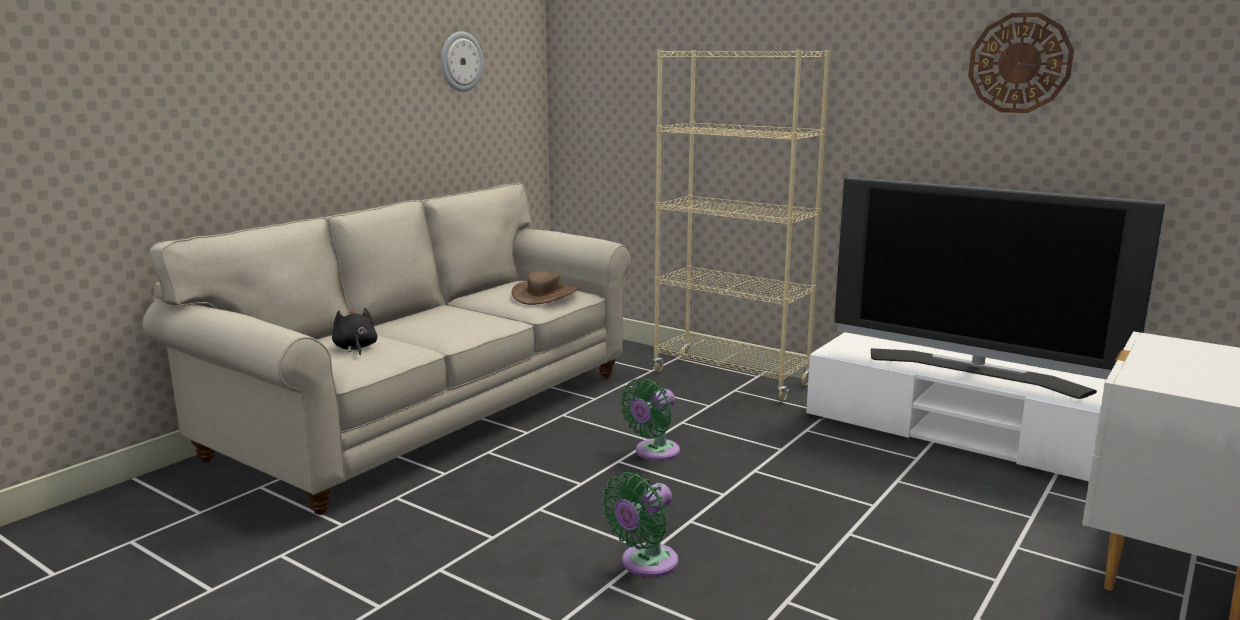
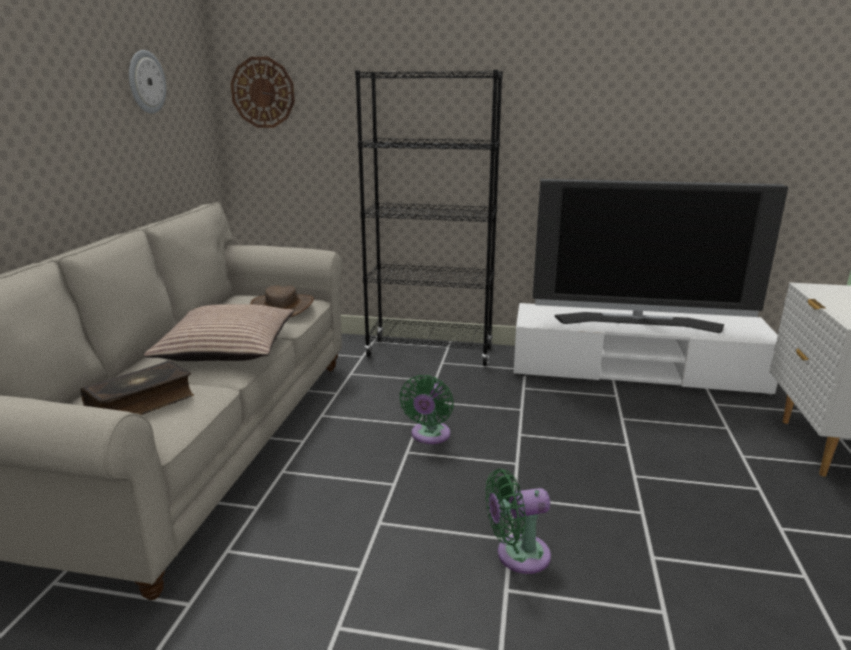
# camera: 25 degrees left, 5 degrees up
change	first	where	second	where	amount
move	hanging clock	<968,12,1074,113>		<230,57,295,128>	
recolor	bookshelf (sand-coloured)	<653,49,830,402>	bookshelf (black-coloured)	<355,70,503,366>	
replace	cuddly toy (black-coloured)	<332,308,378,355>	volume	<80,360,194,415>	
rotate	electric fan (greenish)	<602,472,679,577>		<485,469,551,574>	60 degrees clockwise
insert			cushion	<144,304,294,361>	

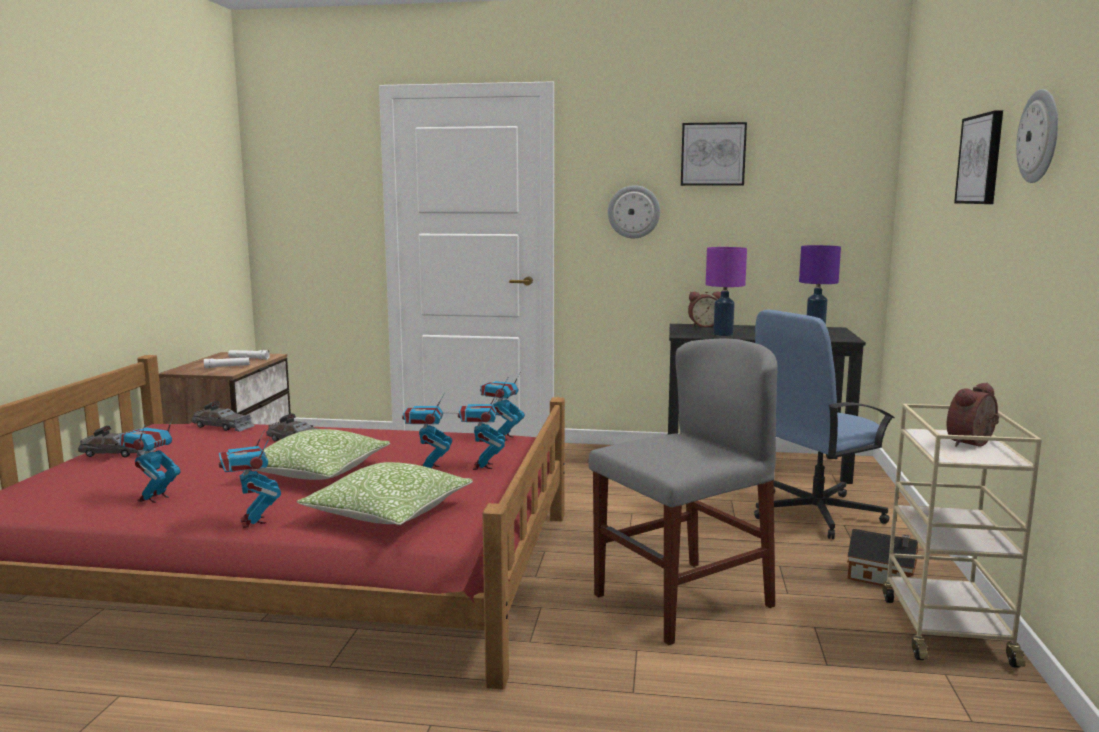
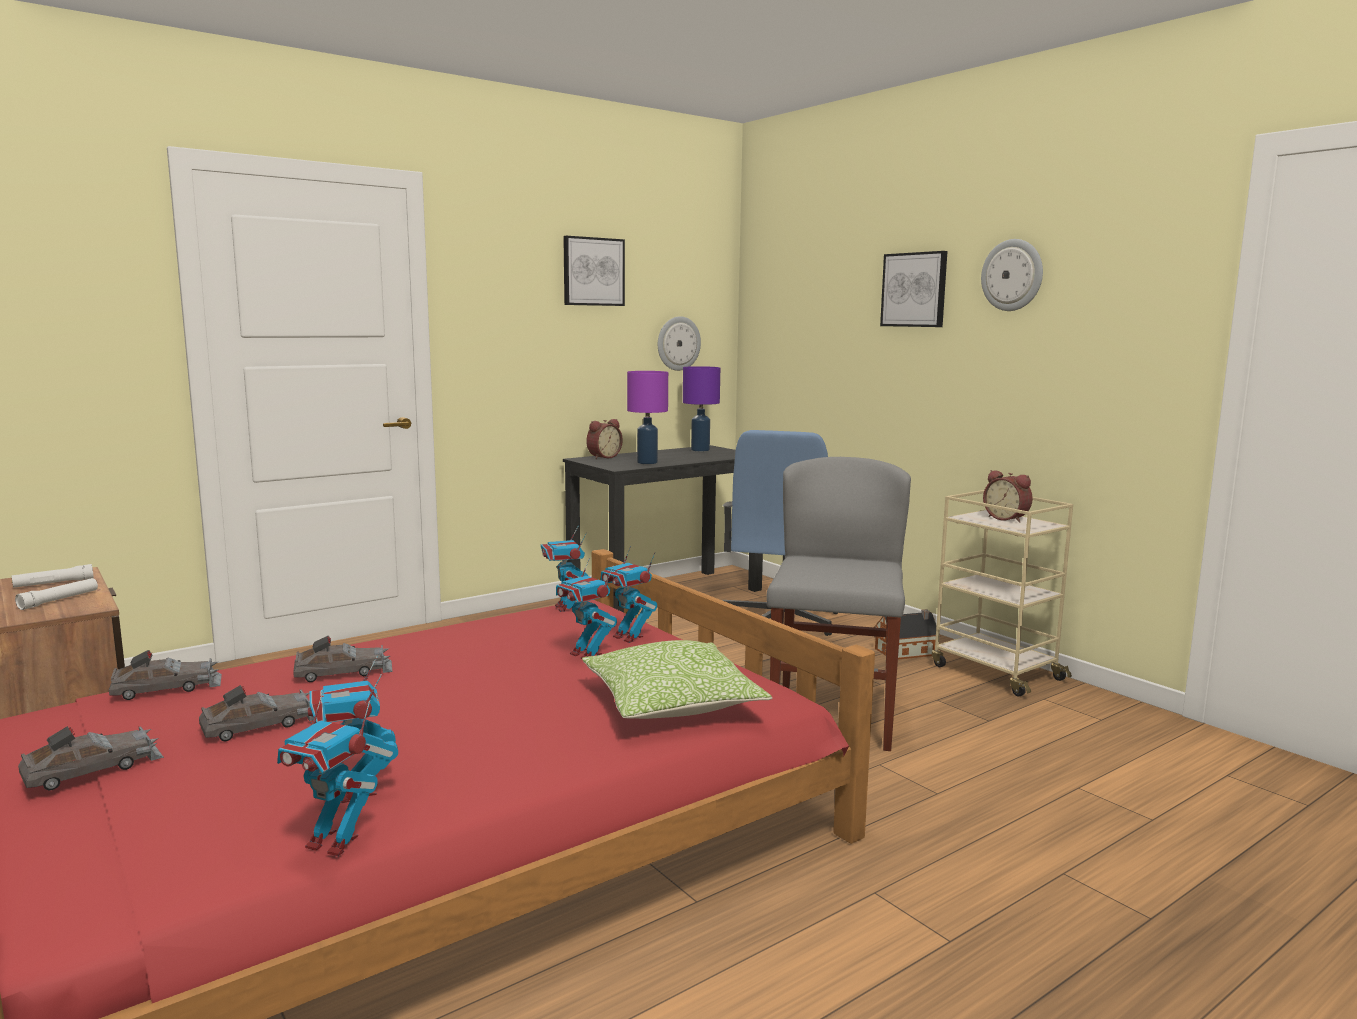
# camera: 45 degrees left, 0 degrees up
change	first	where	second	where	amount
move	hanging clock	<608,185,660,238>		<658,316,701,371>	
rotate	table clock	<947,382,999,447>		<983,470,1033,523>	45 degrees counterclockwise
move	robot figure	<219,429,281,528>		<277,692,378,856>	
delete	cushion	<253,429,390,480>			
insert			toy car (gray)	<199,685,314,741>	

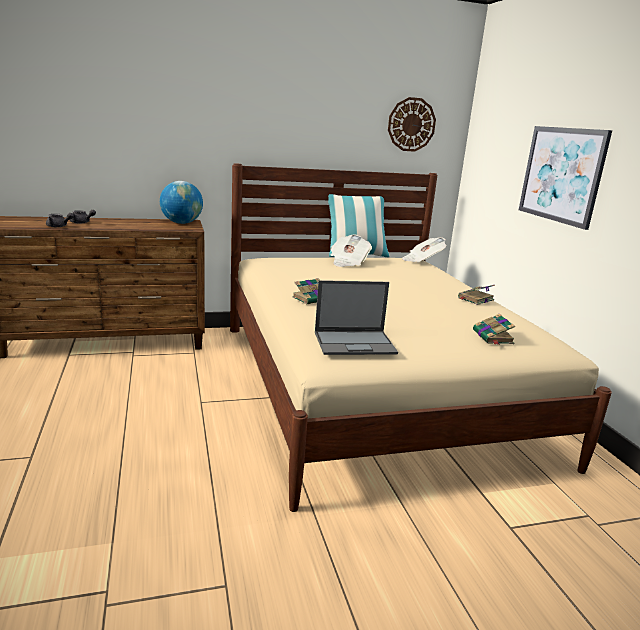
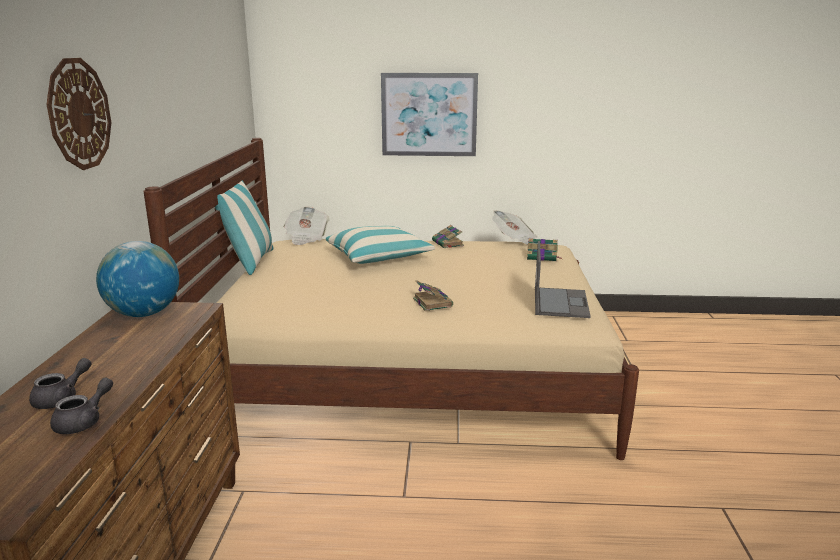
# camera: 70 degrees left, 0 degrees up
change	first	where	second	where	amount
move	hanging clock	<388,97,436,152>		<47,58,111,170>	
move	printed paper	<331,234,372,267>		<492,210,537,245>	
insert			cushion	<326,226,435,264>	

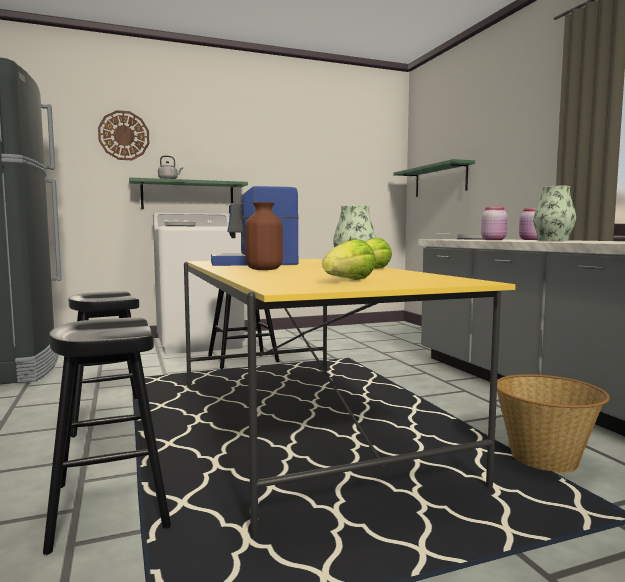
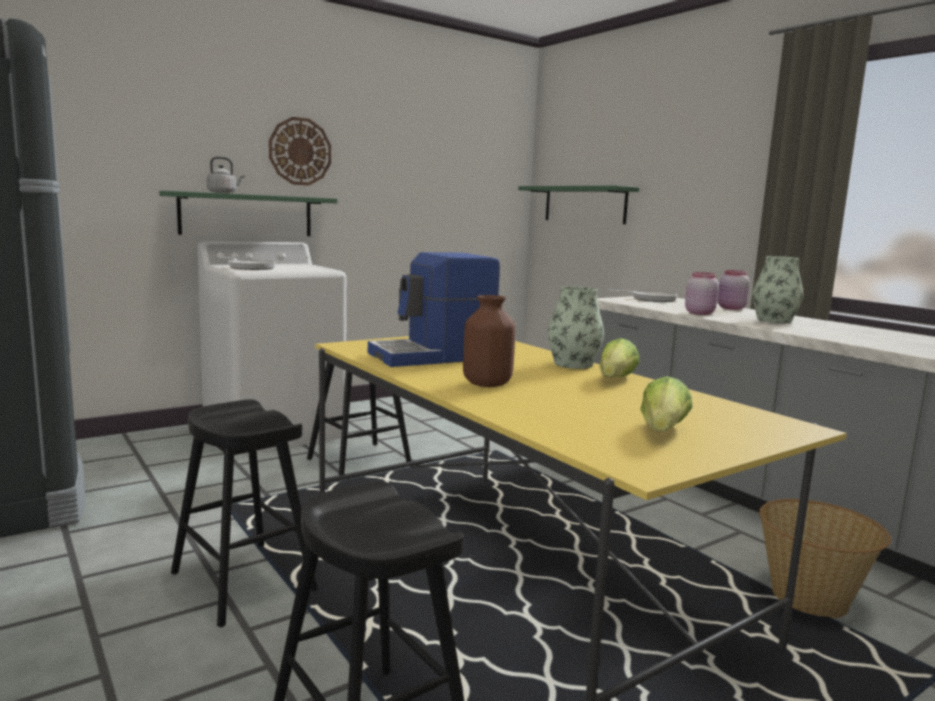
# camera: 15 degrees left, 5 degrees up
change	first	where	second	where	amount
move	hanging clock	<98,110,149,160>		<269,117,331,185>	

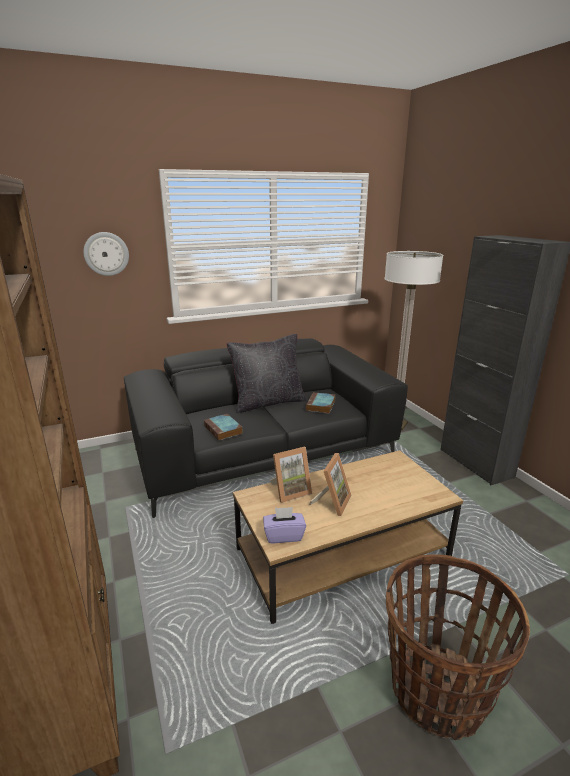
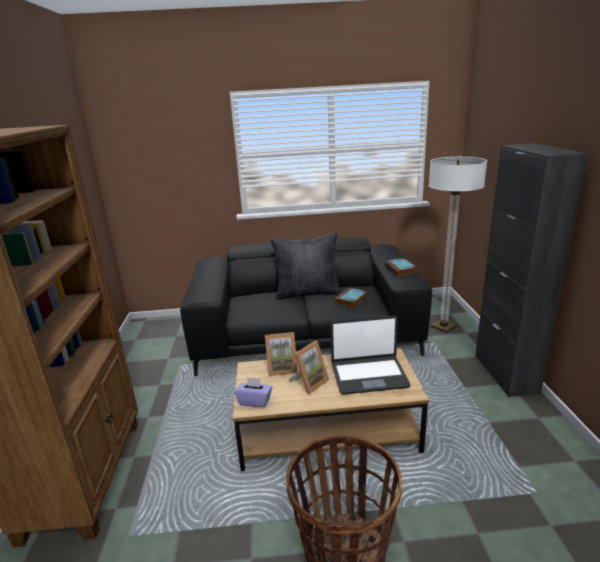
# camera: 20 degrees right, 0 degrees up
change	first	where	second	where	amount
delete	hanging clock	<83,232,129,276>			
move	volume	<204,414,243,441>		<385,258,417,276>	
insert			portable computer	<331,316,411,395>	

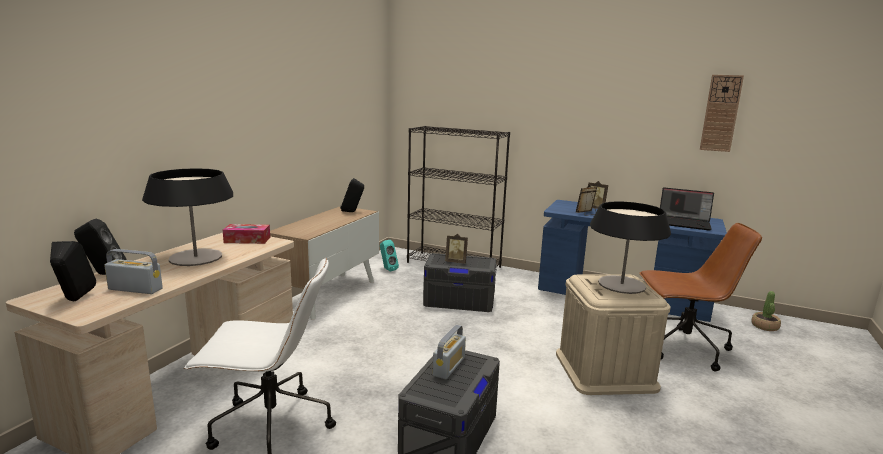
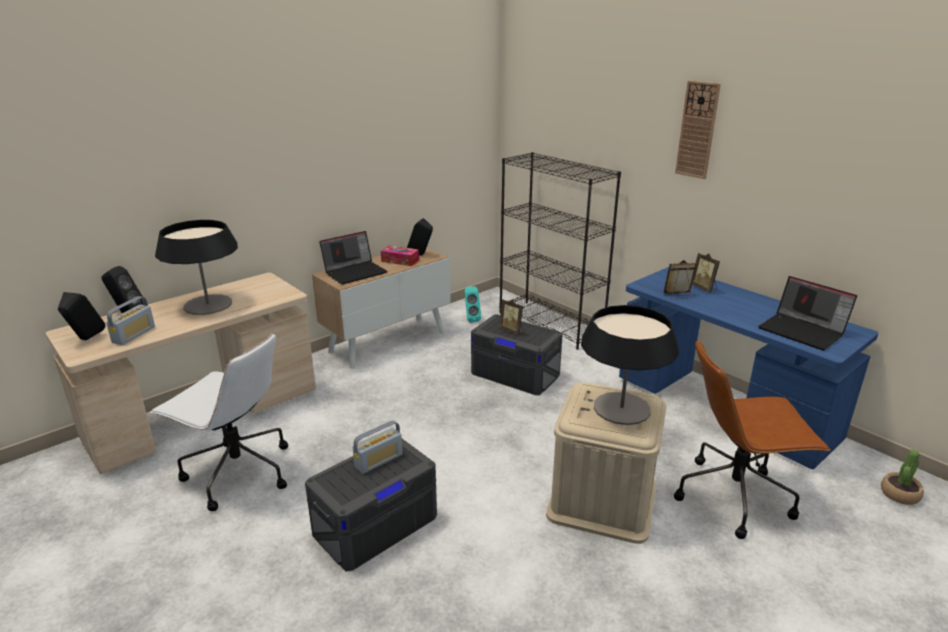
# camera: 25 degrees right, 10 degrees up
change	first	where	second	where	amount
move	hanging clock	<700,75,744,152>		<675,81,721,179>	
rotate	office chair (brown)	<640,223,762,371>		<674,340,831,539>	150 degrees clockwise
move	tissue holder	<223,224,270,244>		<381,245,419,266>	
rotate	radio	<104,249,163,294>		<106,296,155,345>	75 degrees clockwise
insert			portable computer	<319,231,387,284>	

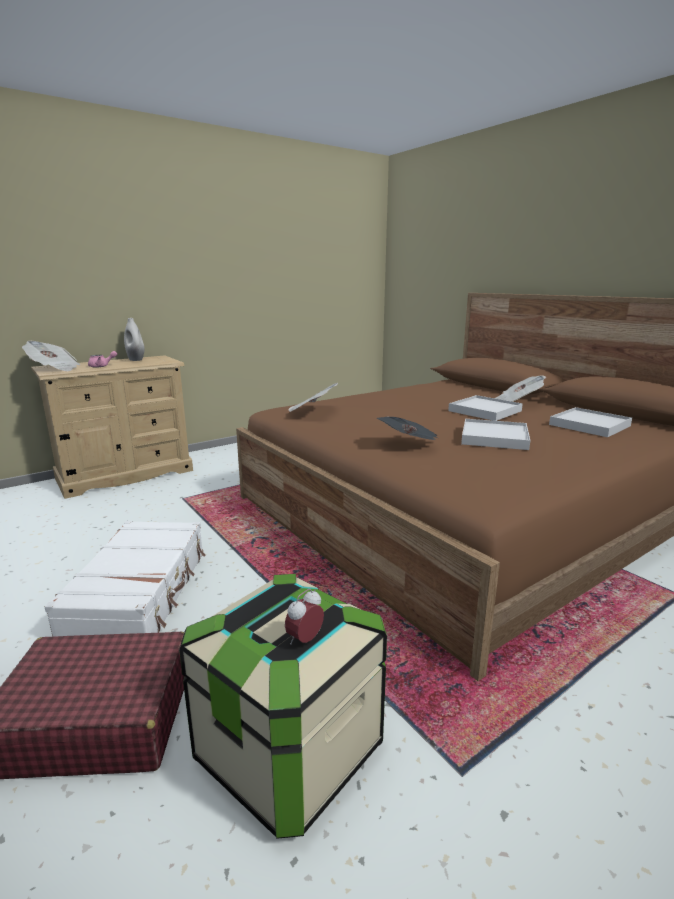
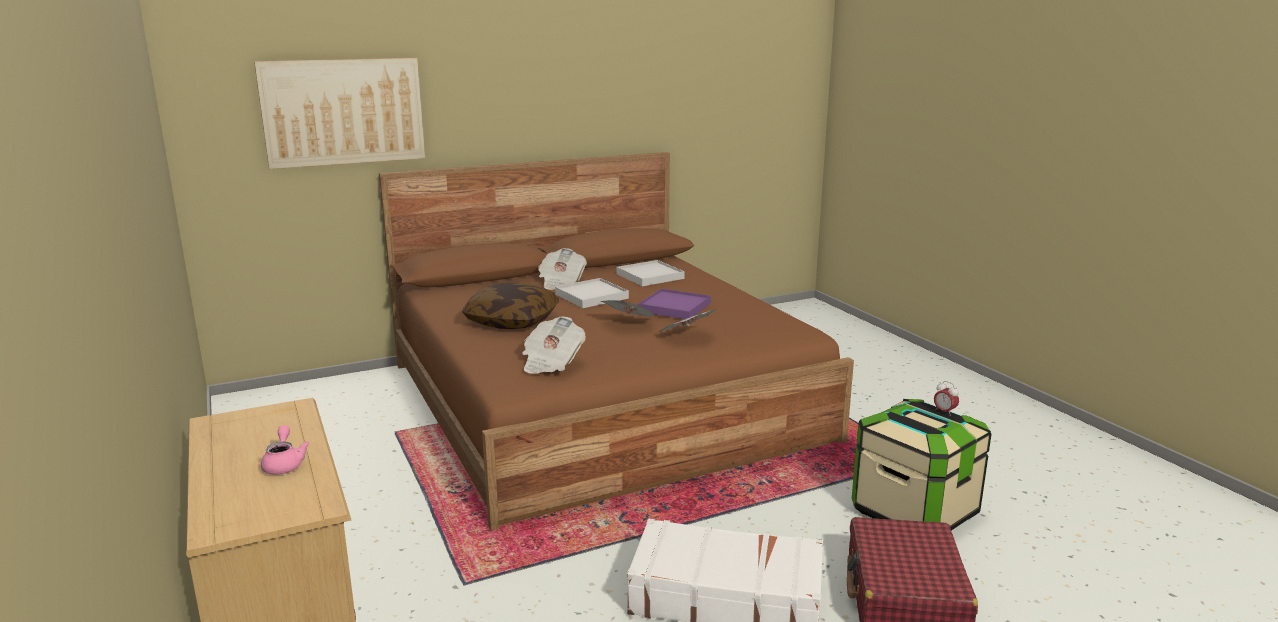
# camera: 80 degrees left, 0 degrees up
change	first	where	second	where	amount
delete	vase (white)	<124,318,145,361>			
move	printed paper	<22,341,80,371>		<600,300,656,317>	
recolor	serving tray (white)	<461,419,531,450>	serving tray (purple-coloured)	<638,289,711,319>	
insert			wall art	<254,58,425,169>	
insert			cushion	<462,283,559,329>	

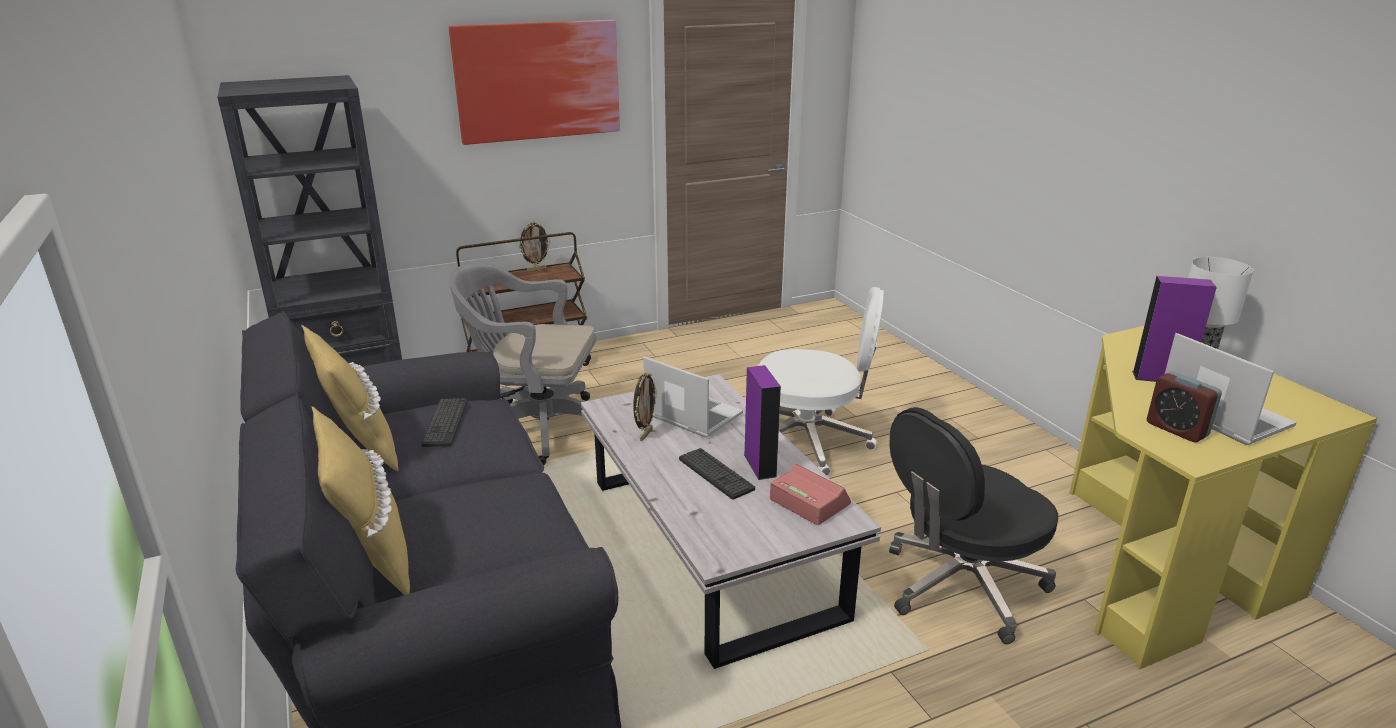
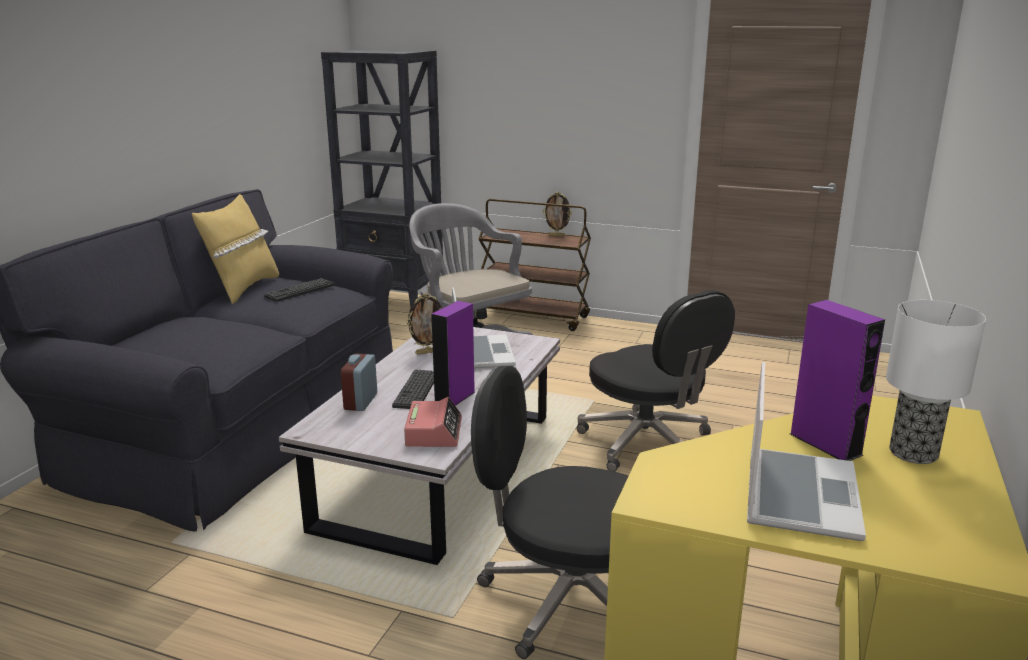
# camera: 45 degrees right, 5 degrees down
change	first	where	second	where	amount
delete	wall art	<449,20,620,145>			
recolor	office chair (white)	<758,287,884,476>	office chair (black-coloured)	<577,290,735,471>	
move	table clock	<1147,372,1222,442>		<341,353,377,411>	
delete	cushion (yellow)	<311,406,410,595>			

